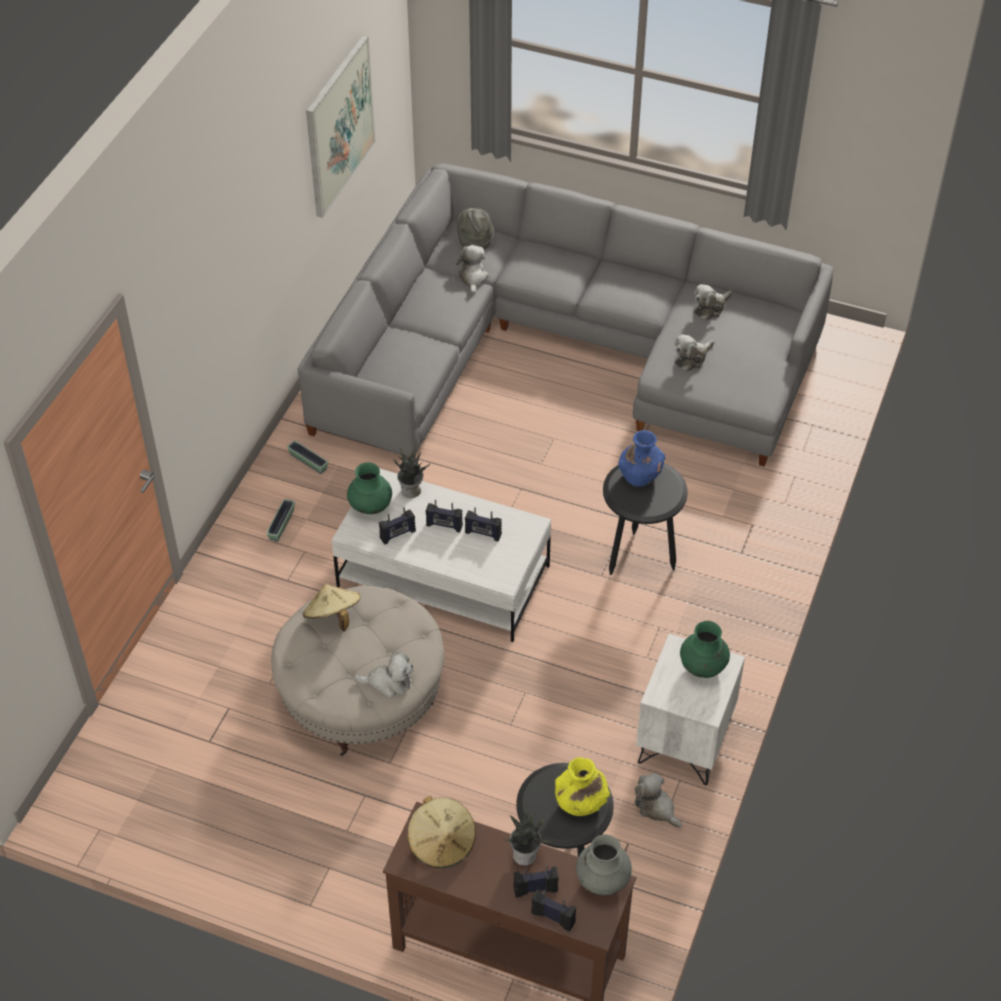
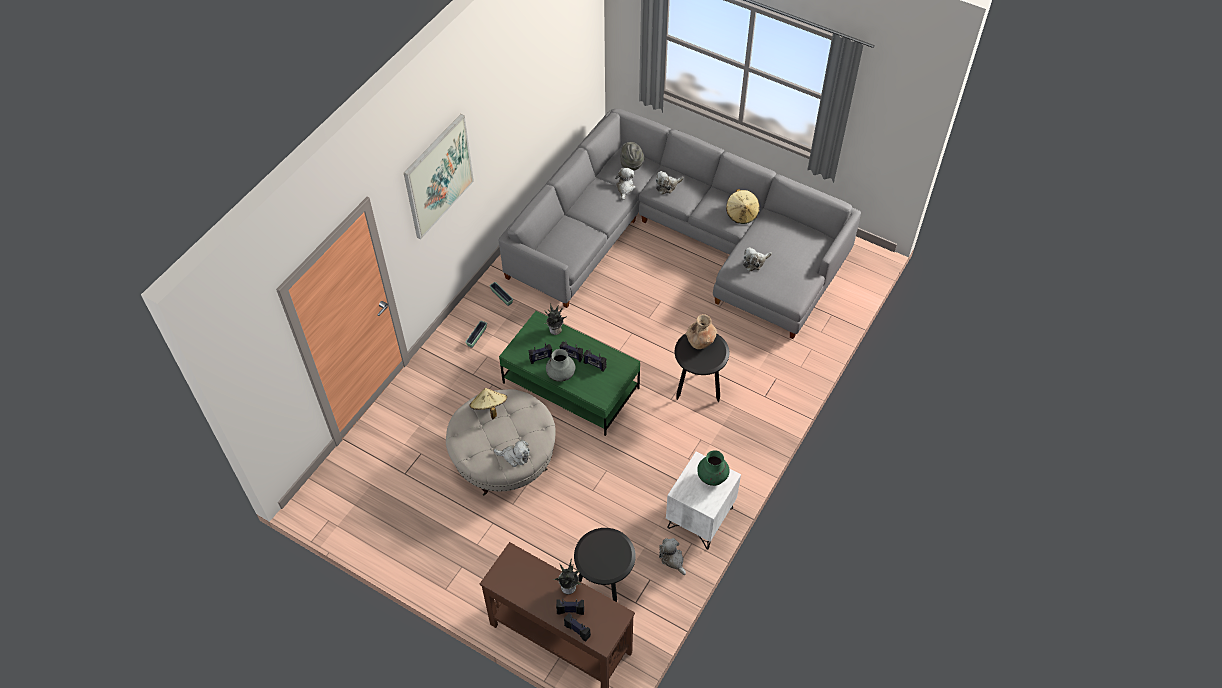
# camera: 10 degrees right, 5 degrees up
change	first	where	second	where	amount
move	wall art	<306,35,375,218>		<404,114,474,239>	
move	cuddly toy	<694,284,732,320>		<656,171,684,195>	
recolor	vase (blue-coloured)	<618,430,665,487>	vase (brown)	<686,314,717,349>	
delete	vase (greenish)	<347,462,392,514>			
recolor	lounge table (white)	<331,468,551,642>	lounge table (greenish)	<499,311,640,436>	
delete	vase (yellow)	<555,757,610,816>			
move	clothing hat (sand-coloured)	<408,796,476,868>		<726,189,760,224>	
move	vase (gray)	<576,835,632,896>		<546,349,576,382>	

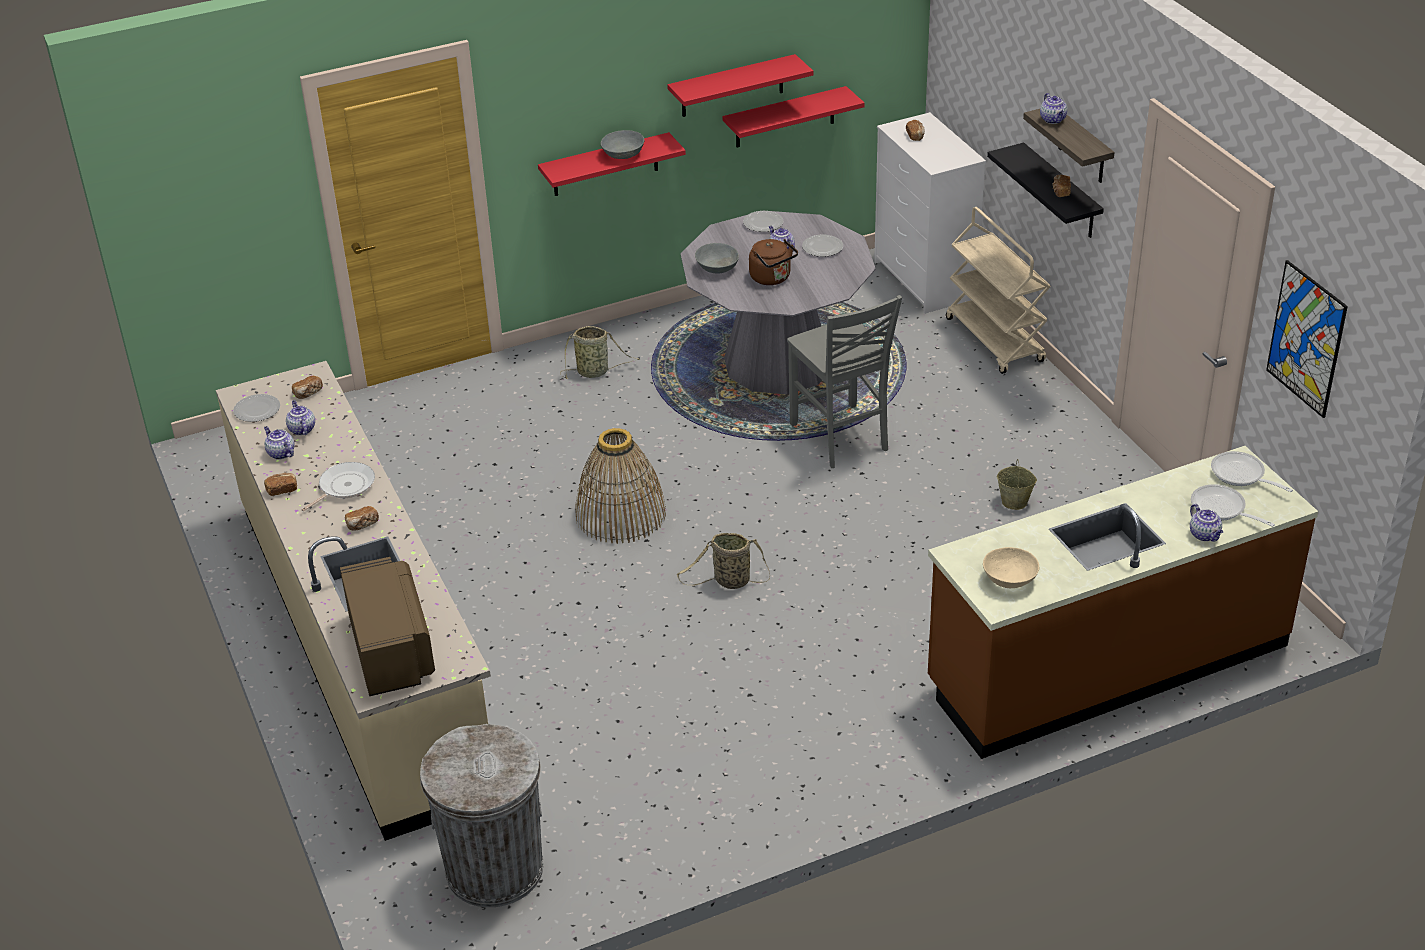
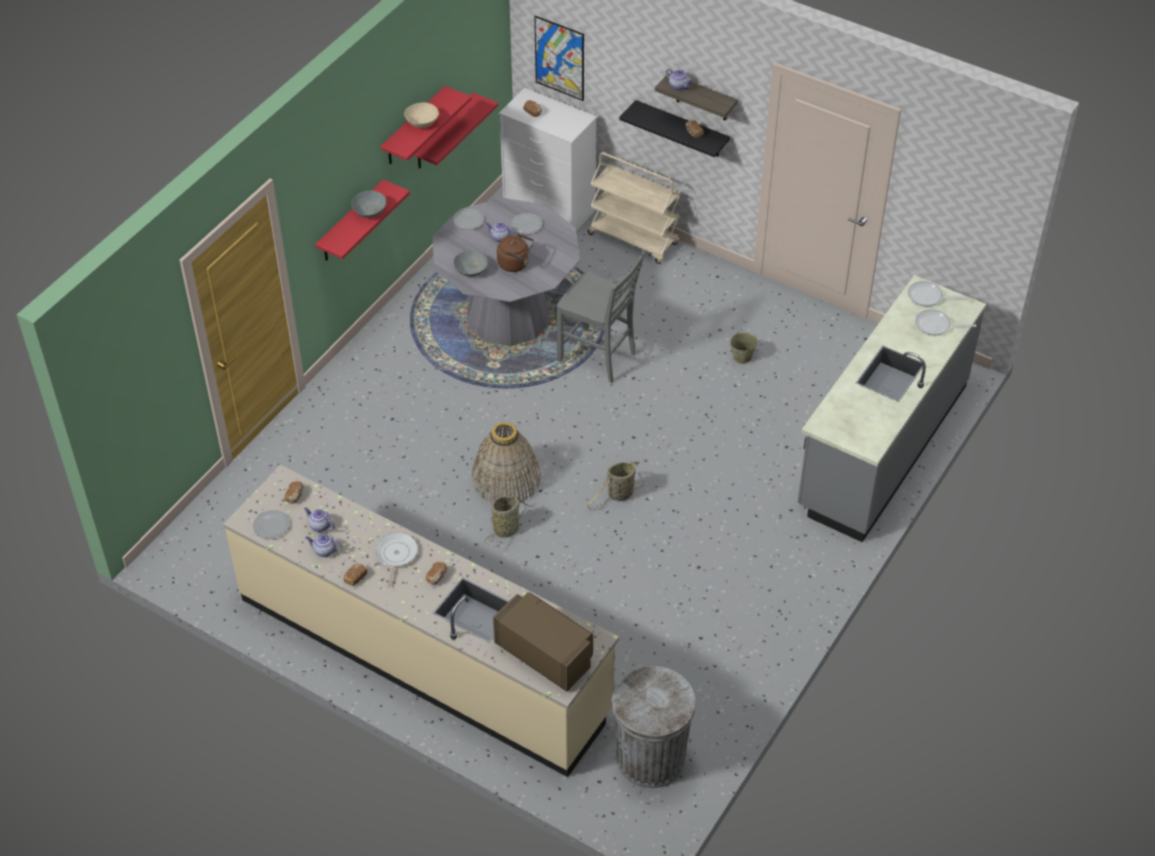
# camera: 35 degrees left, 10 degrees up
change	first	where	second	where	amount
move	wall art	<1266,260,1348,418>		<534,16,584,101>	
move	household basket	<560,326,640,379>		<485,496,536,547>	
recolor	kitchen counter (brown)	<928,446,1318,759>	kitchen counter (gray)	<798,275,986,542>	
delete	pot for tea	<1190,504,1223,542>			
move	deep dish (sand-coloured)	<983,547,1039,588>		<404,103,439,128>	

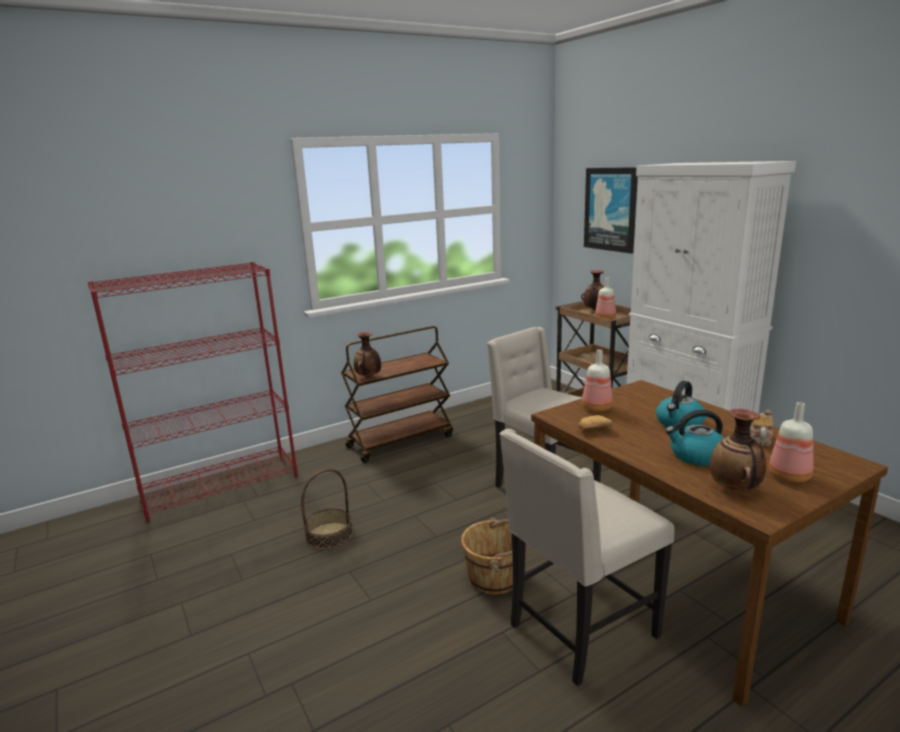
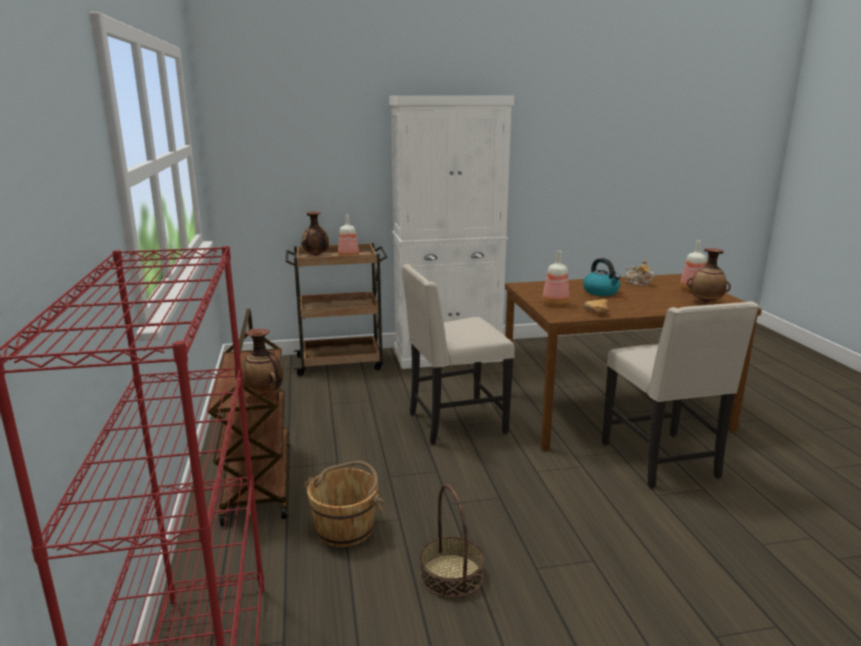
# camera: 70 degrees left, 0 degrees up
change	first	where	second	where	amount
delete	wall art	<584,167,638,254>			
delete	water kettle	<665,410,723,466>			
move	bucket (brown)	<461,518,527,595>		<304,461,384,547>	

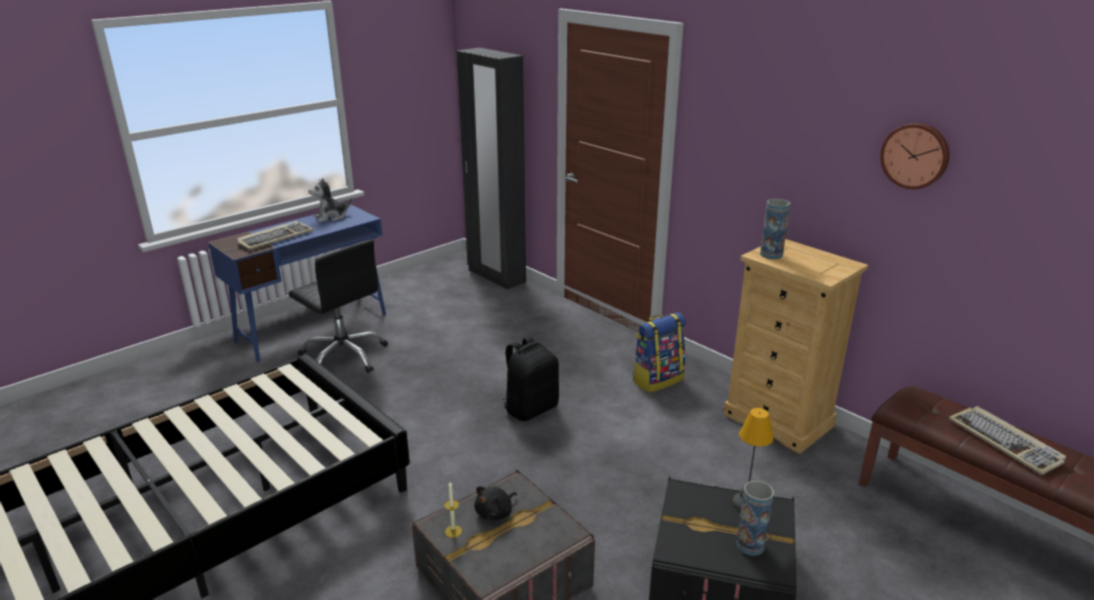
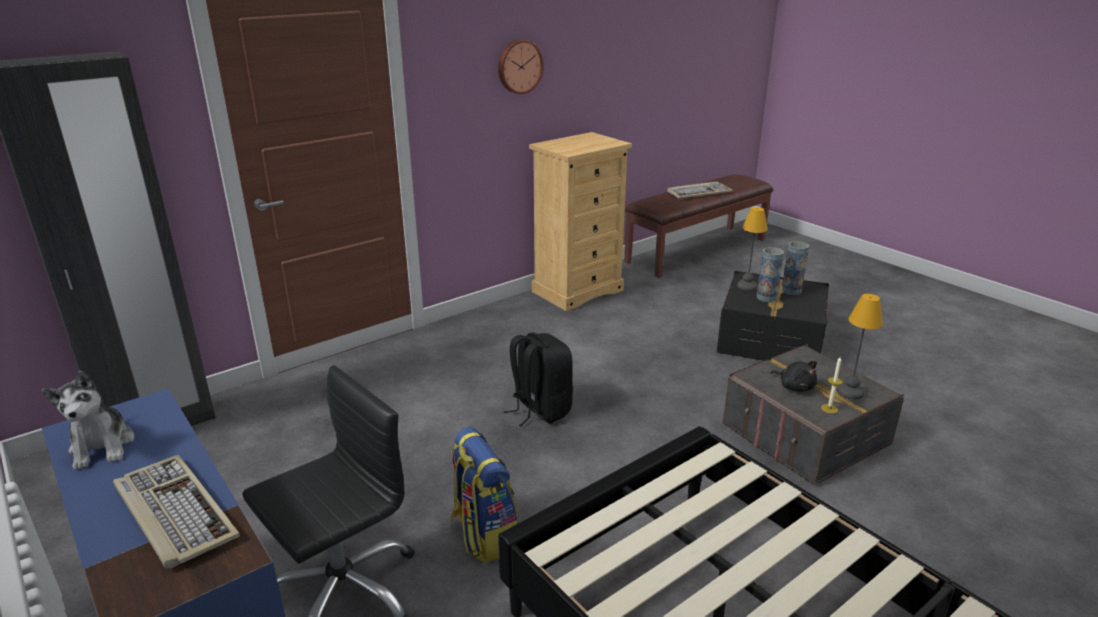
# camera: 85 degrees left, 0 degrees up
change	first	where	second	where	amount
move	hanging clock	<880,123,949,189>		<498,39,544,94>	
move	vase	<760,199,791,259>		<756,247,784,302>	
move	knapsack	<633,313,686,393>		<450,427,518,563>	
insert			lamp for a table	<836,294,883,400>	

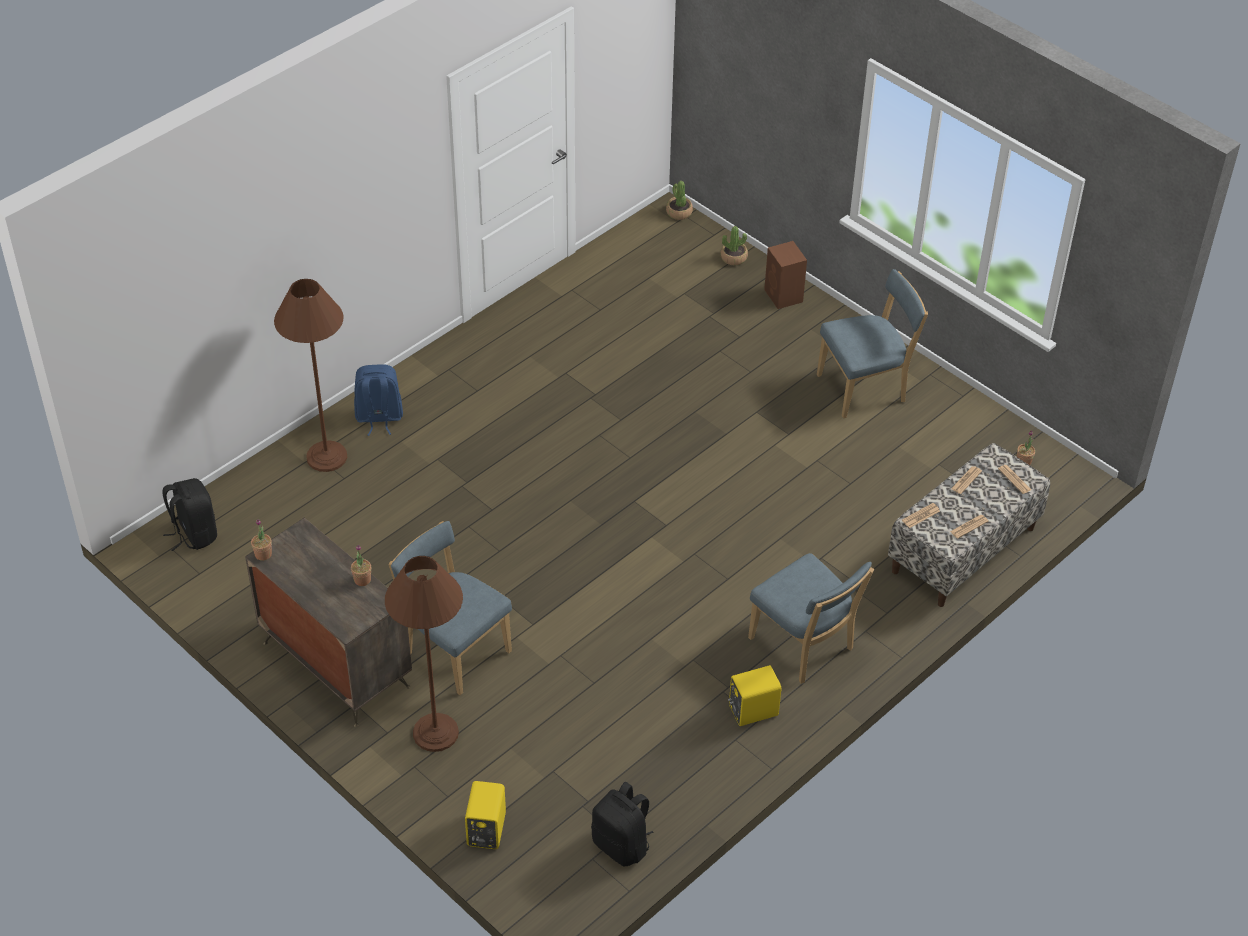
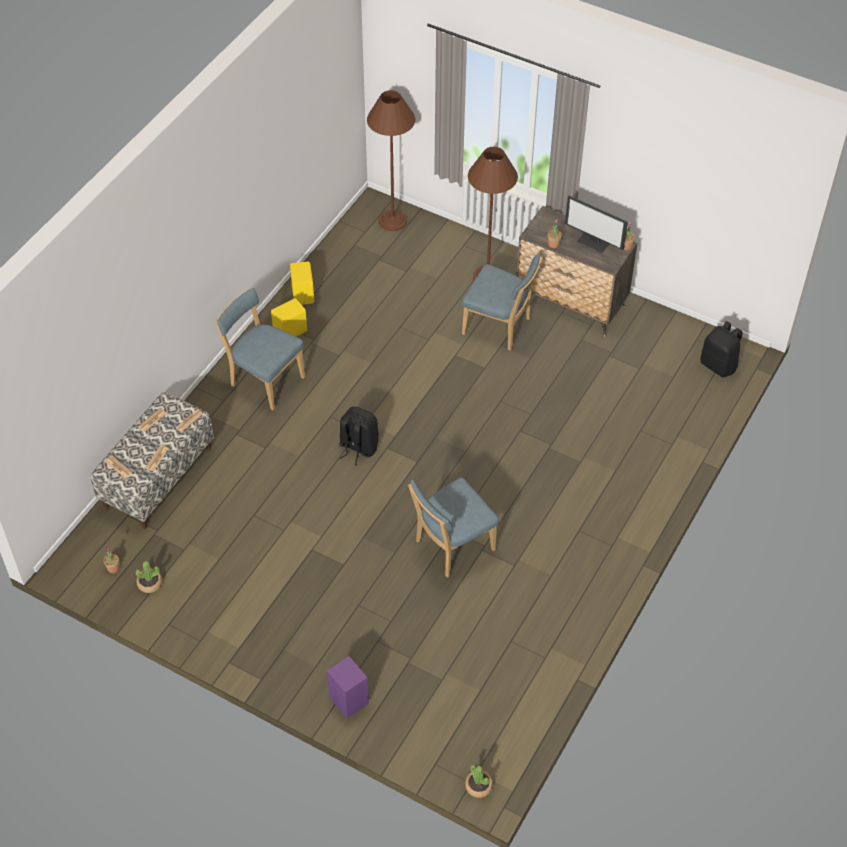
# camera: 165 degrees right, 5 degrees up
change	first	where	second	where	amount
move	plant in a pot	<721,226,748,265>		<136,561,162,593>	
recolor	audio speaker (brown)	<764,241,807,309>	audio speaker (purple-coloured)	<327,656,369,719>	
move	plain chair (blue-coloured)	<817,269,928,418>		<408,477,499,577>	
move	standing lamp (brown)	<274,279,347,472>		<367,90,415,231>	
delete	knapsack (blue-coloured)	<354,364,403,436>			
move	audio speaker (yellow)	<465,781,506,849>		<290,262,314,305>	
move	knapsack (black-coloured)	<591,782,654,866>		<339,407,379,465>	
insert			monitor	<565,196,628,254>	

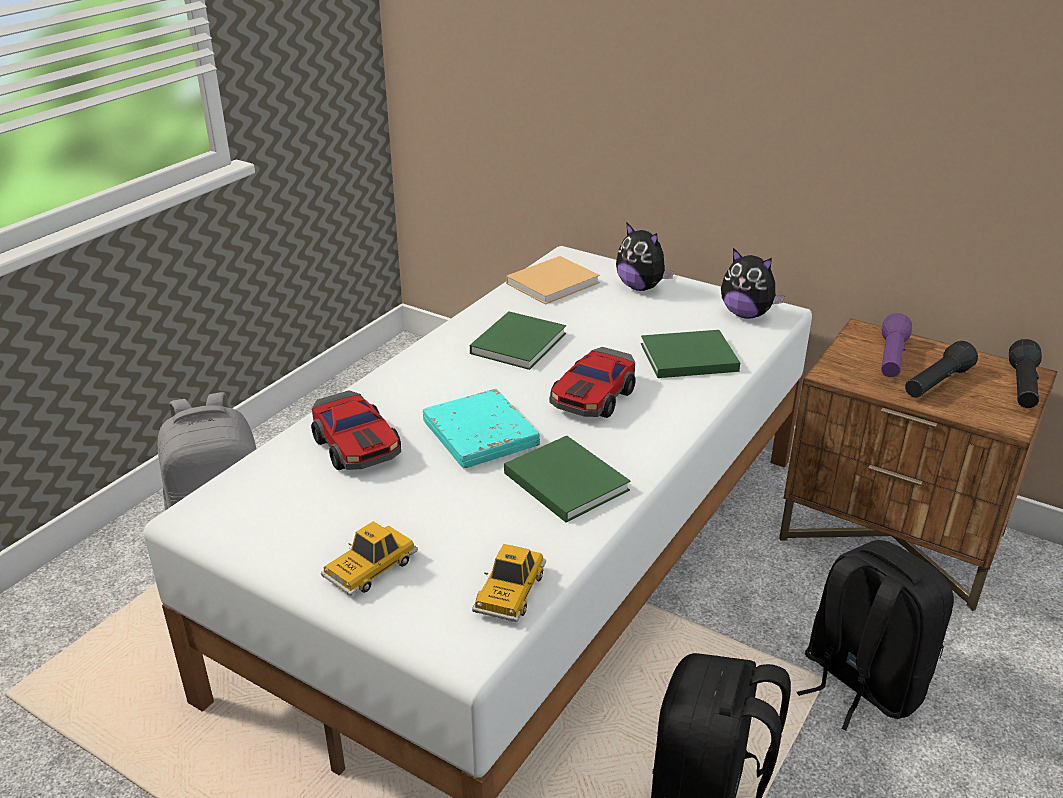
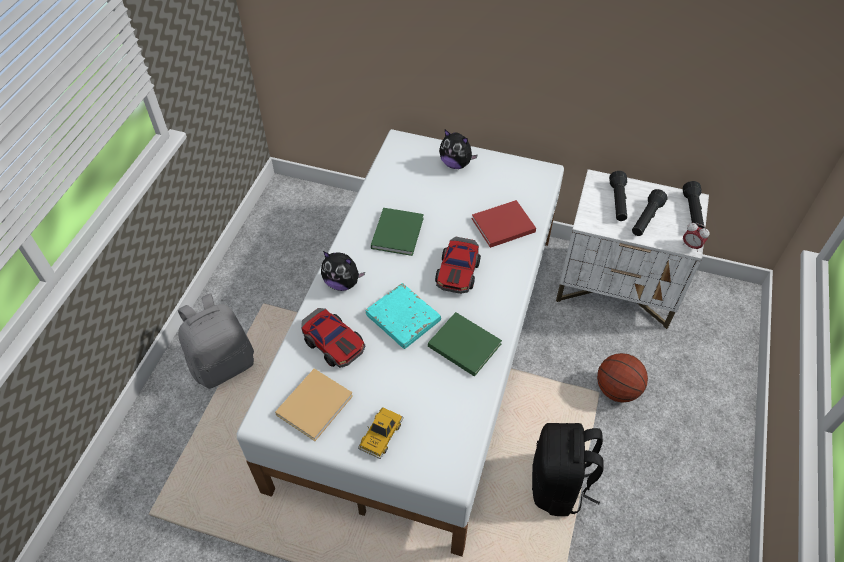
# camera: 15 degrees left, 20 degrees up
change	first	where	second	where	amount
move	cuddly toy	<721,248,785,319>		<321,251,365,291>	
move	volume (sand-coloured)	<506,256,600,305>		<275,369,353,441>	
recolor	hand torch (purple-coloured)	<881,313,912,377>	hand torch (black-coloured)	<609,171,627,221>	
recolor	night table (brown)	<779,319,1058,611>	night table (white)	<556,169,709,329>	
recolor	volume (greenish)	<641,330,740,378>	volume (red)	<472,200,536,248>	
replace	knapsack (black-coloured)	<796,540,954,730>	basketball ball	<597,353,648,402>	
delete	toy car	<472,544,546,622>			
insert			table clock	<682,223,710,252>	

